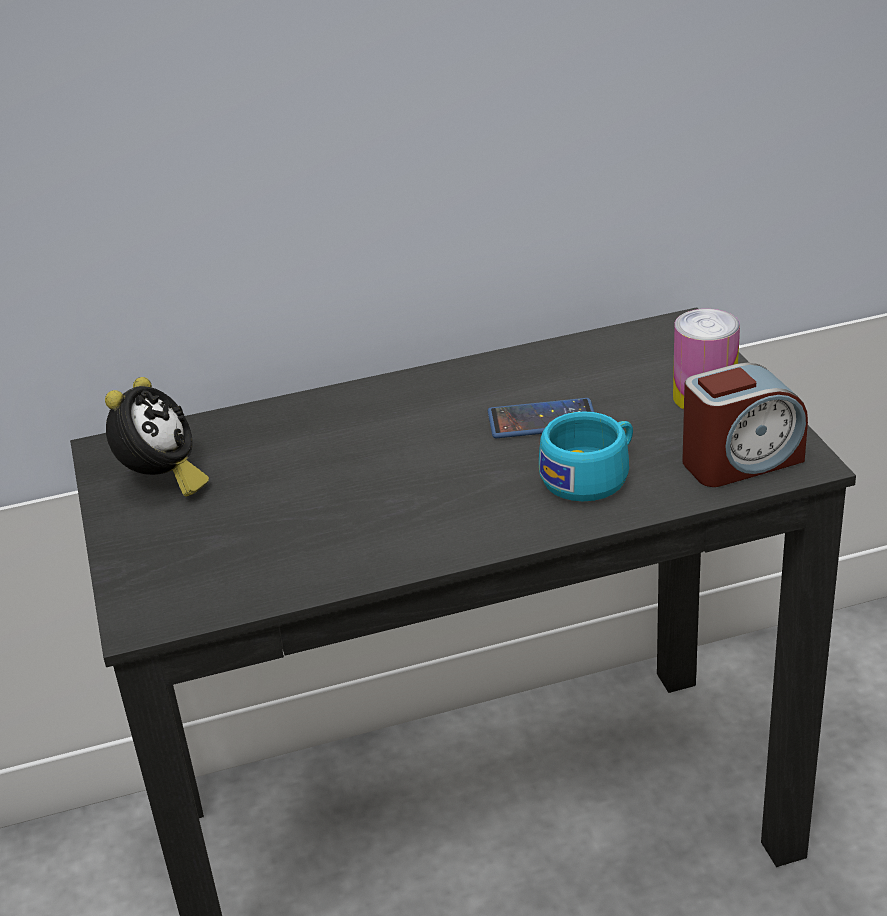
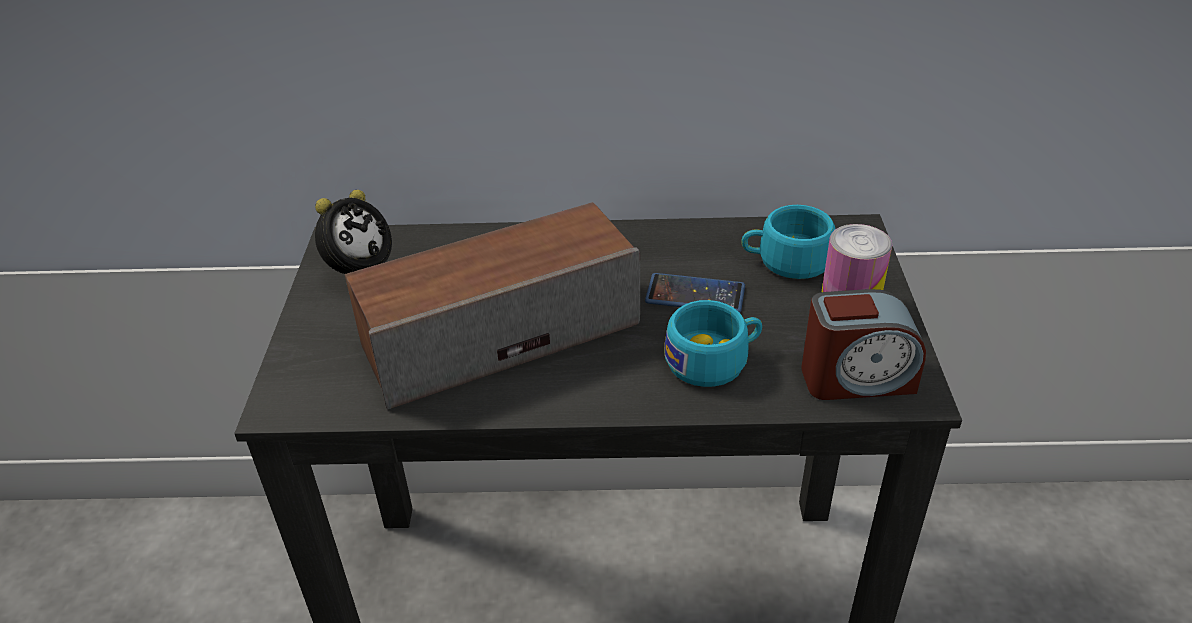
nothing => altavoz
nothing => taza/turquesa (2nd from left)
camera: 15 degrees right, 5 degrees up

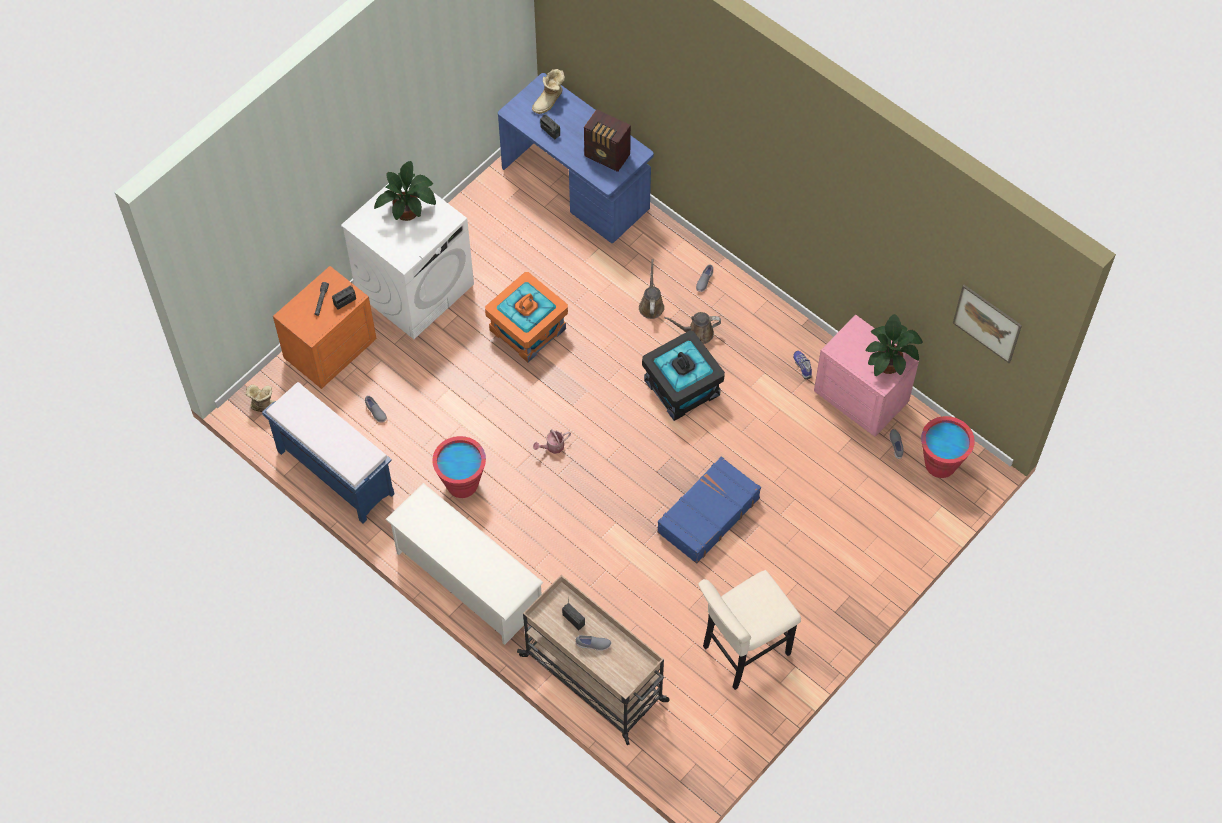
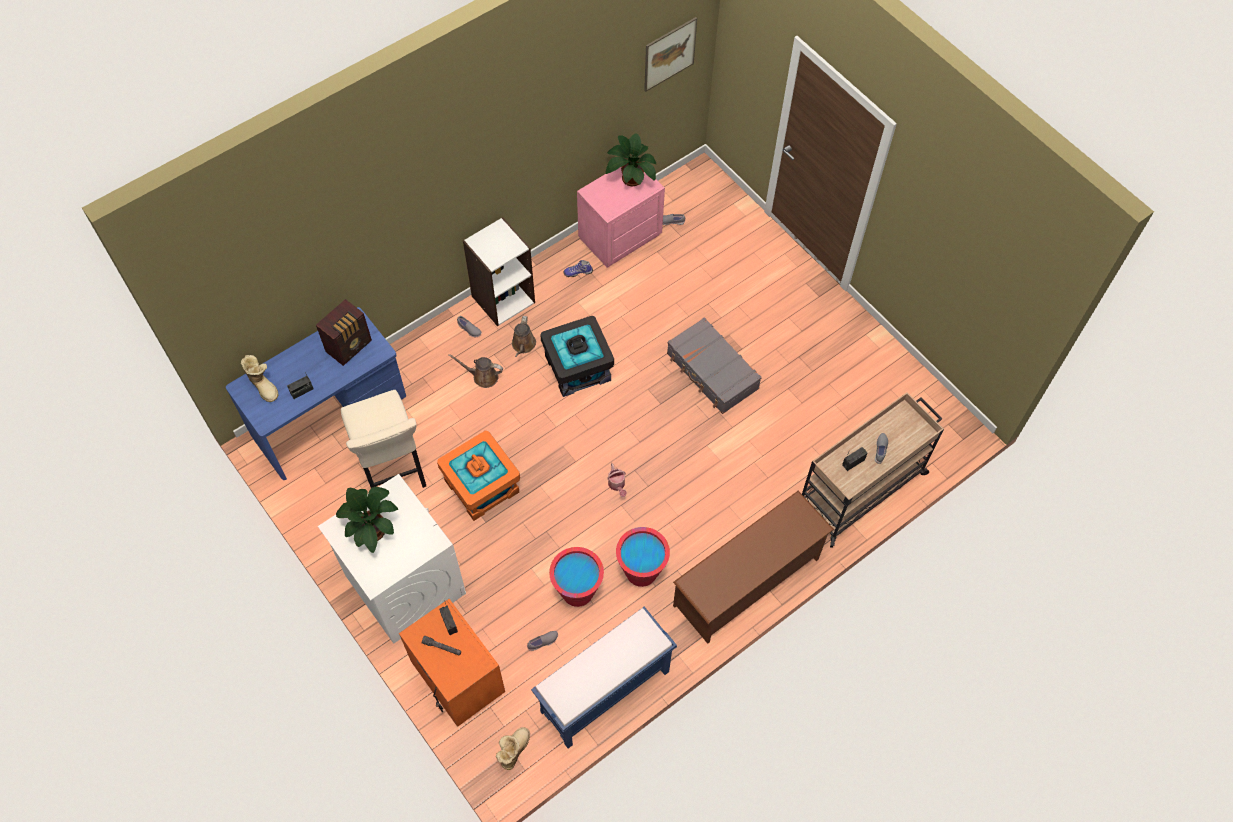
taburete/beis, move
nothing => estantería/blanco
cubo/rojo (2nd from left in the first image) => cubo/rojo (1st from left), move
maleta/azul => maleta/gris
zapatero/blanco => zapatero/marrón
camera: 80 degrees left, 0 degrees up

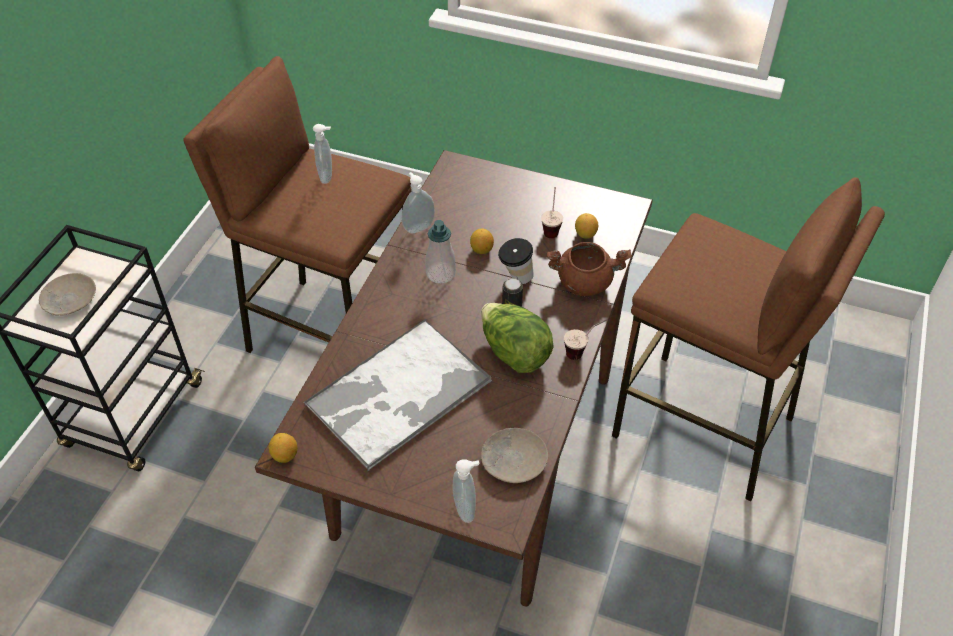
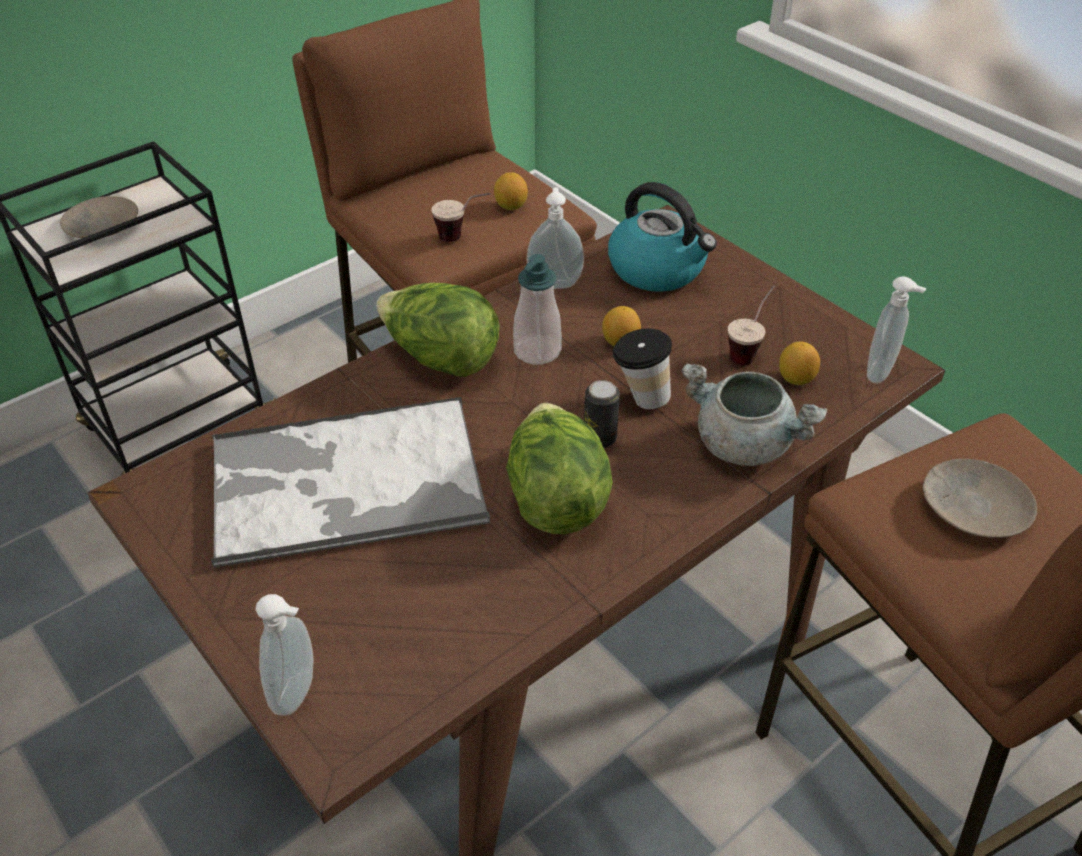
nothing => lechuga (1st from left)
taza (3rd from left in the first image) => taza (1st from left), move
limón (1st from left), move
nothing => hervidor
olla/marrón => olla/gris
dispensador de jabón (1st from left in the first image) => dispensador de jabón (4th from left), move
plato/beis (2nd from left), move
camera: 30 degrees right, 5 degrees down

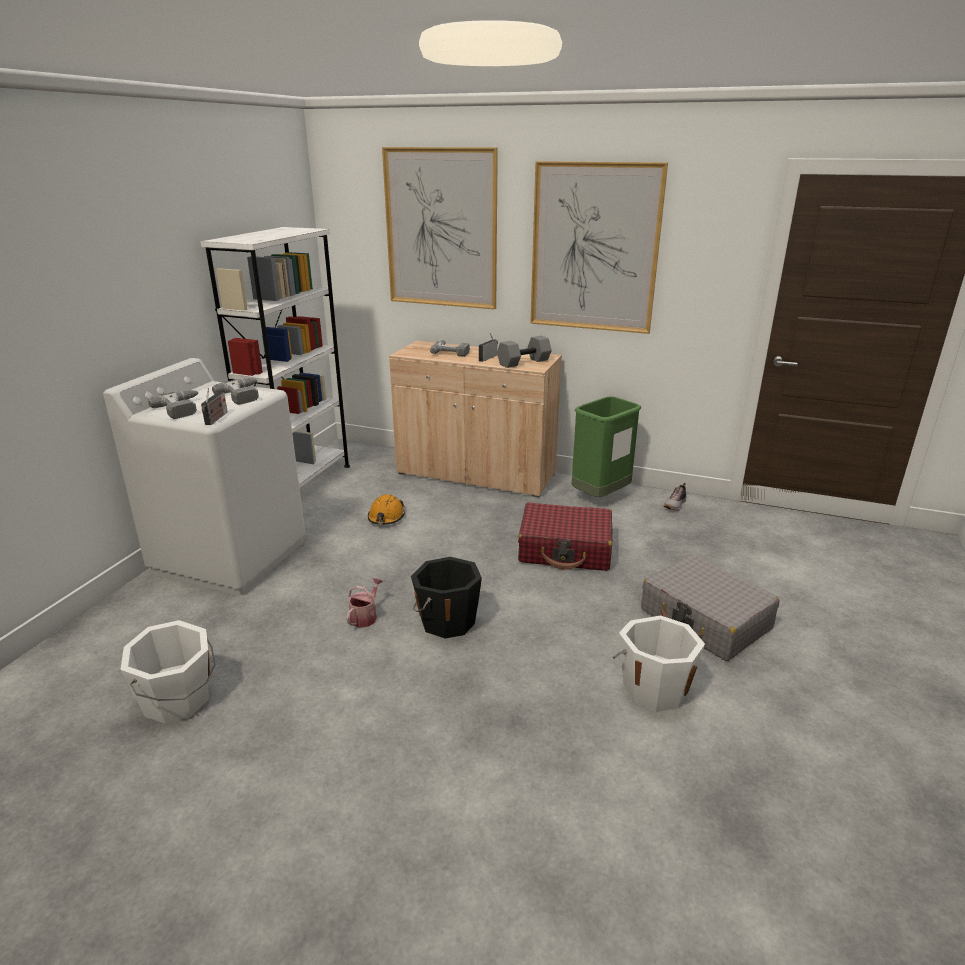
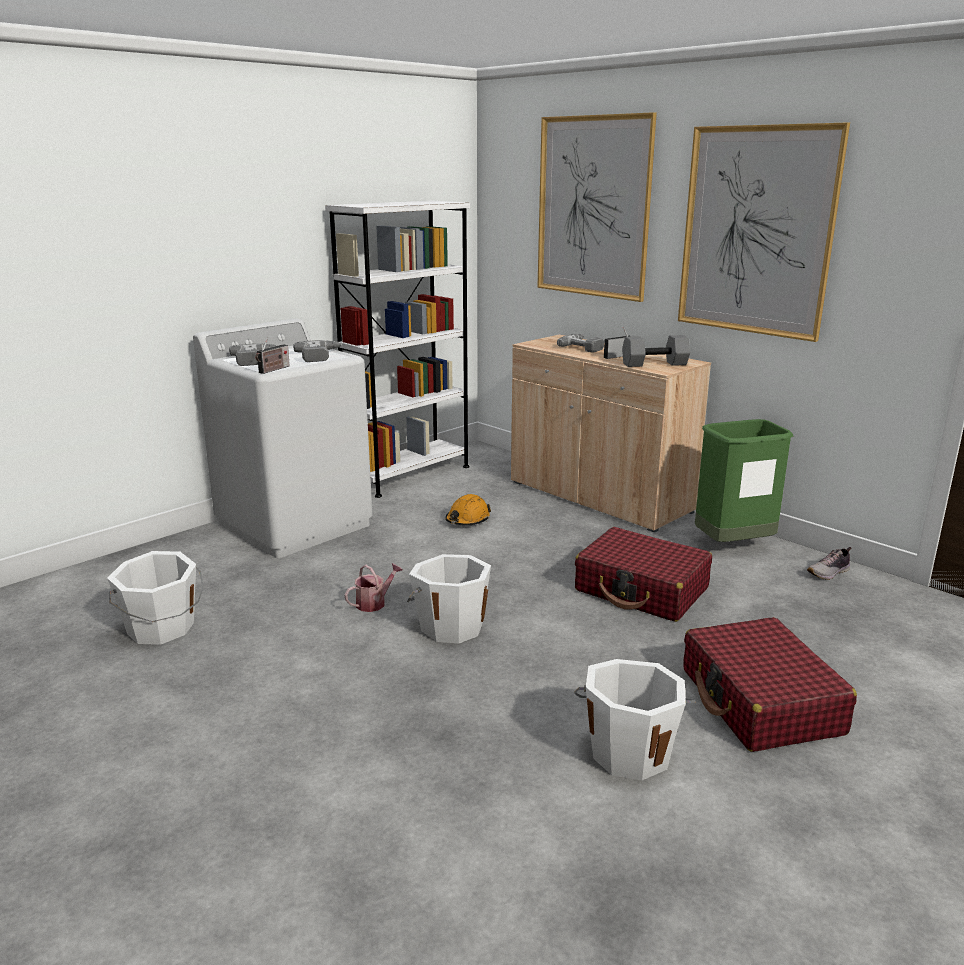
cubo/negro => cubo/blanco (2nd from left)
maleta/gris => maleta/rojo (2nd from left)
camera: 25 degrees right, 5 degrees down

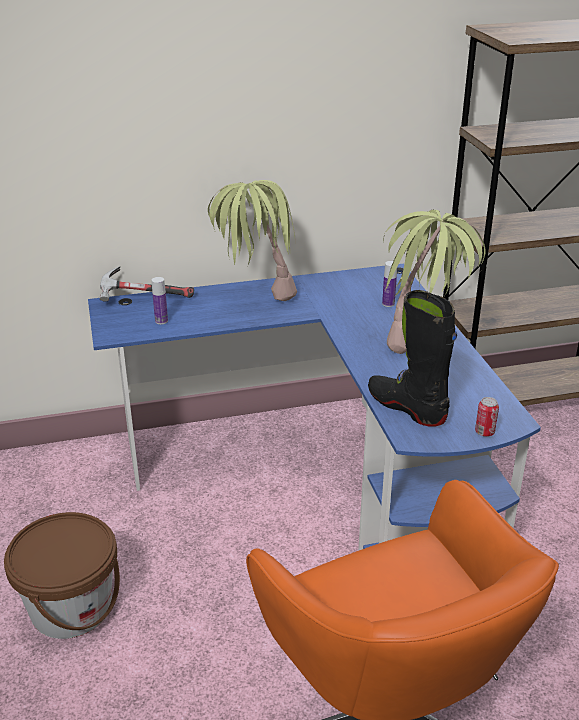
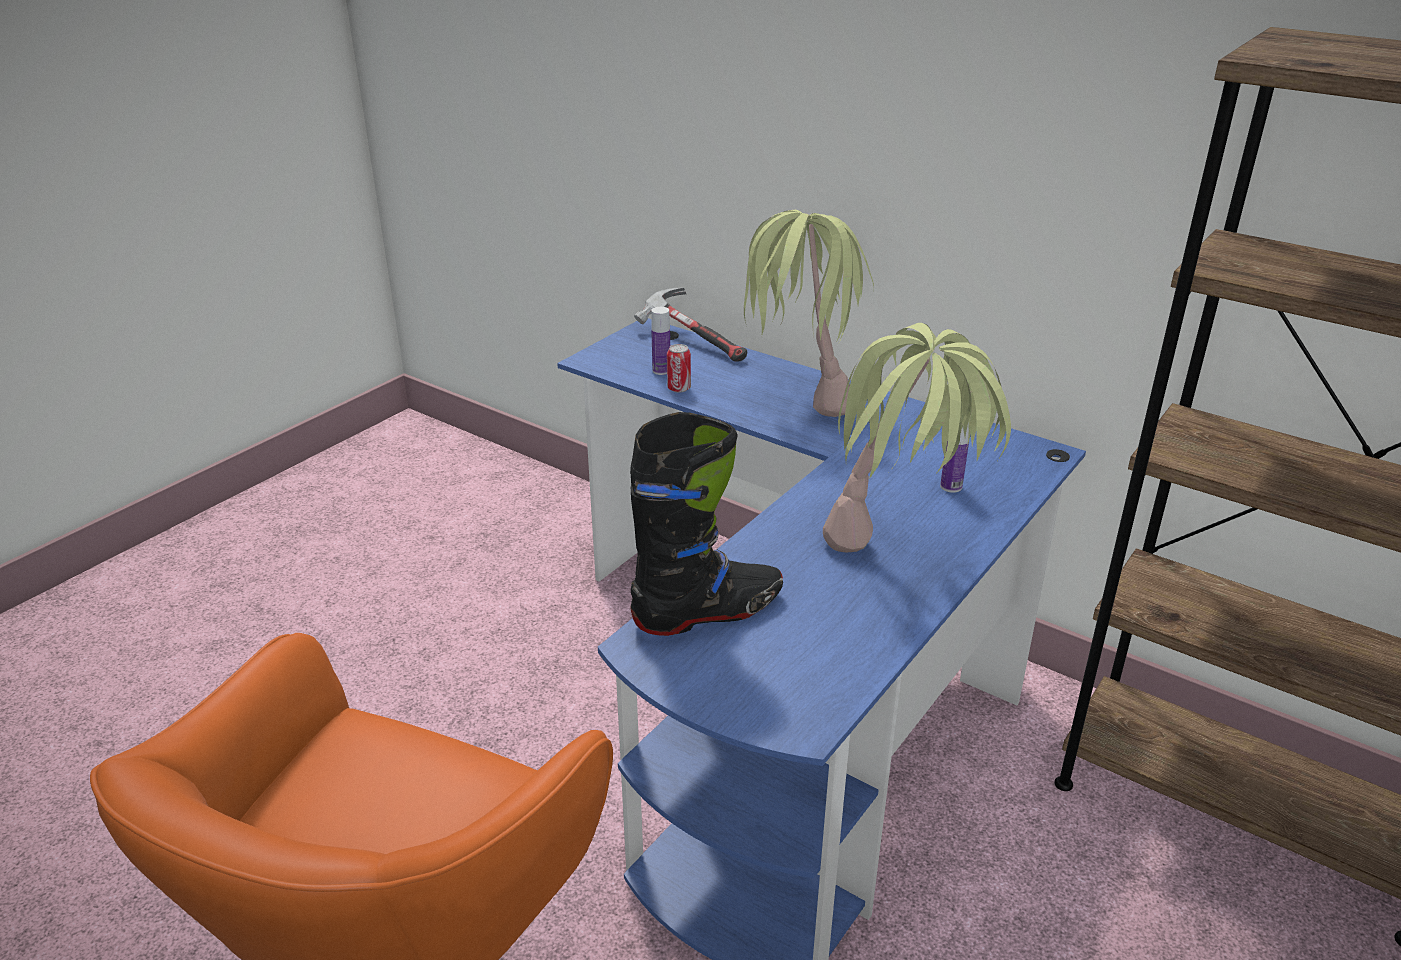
bota/negro, 60 degrees clockwise
lata, move
cubo/marrón => nothing
camera: 50 degrees right, 0 degrees up

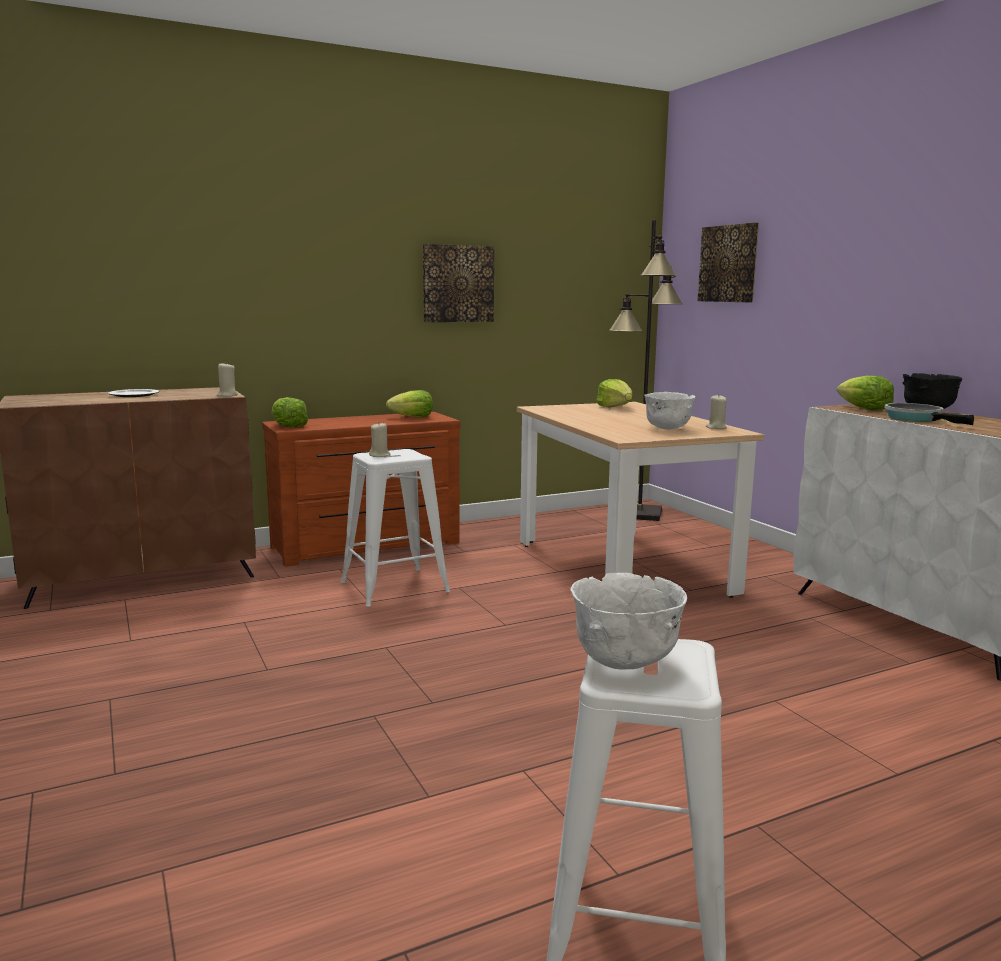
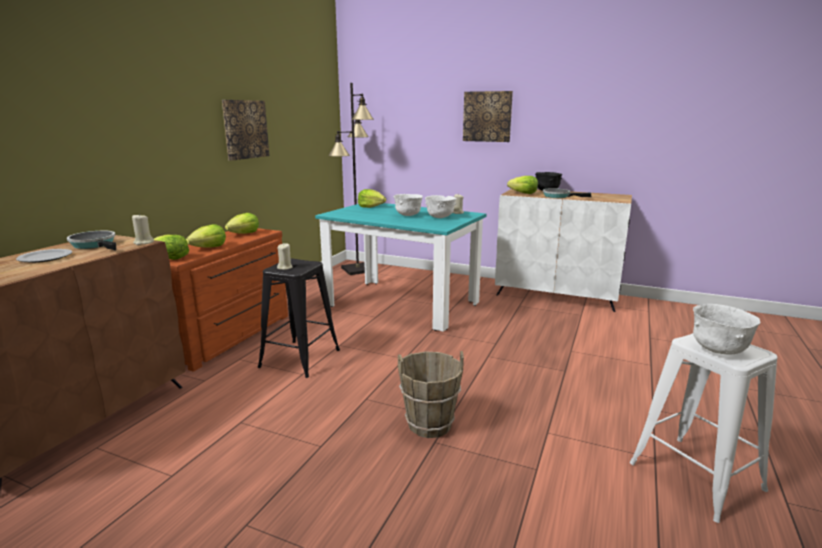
nothing => sartén (1st from left)
nothing => lechuga (2nd from left)
taburete/blanco (1st from left) => taburete/negro
mesa de comedor/beis => mesa de comedor/turquesa
nothing => cuenco/blanco (1st from left)
nothing => cubo/marrón
cuadro (2nd from left), move
camera: 40 degrees left, 5 degrees up

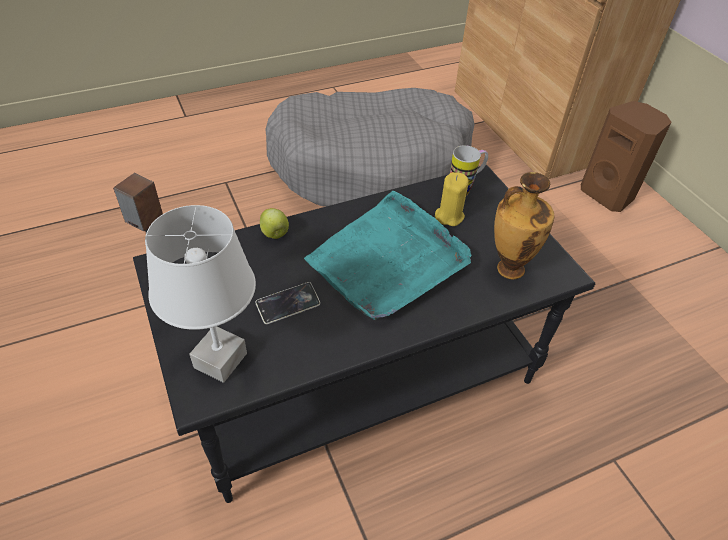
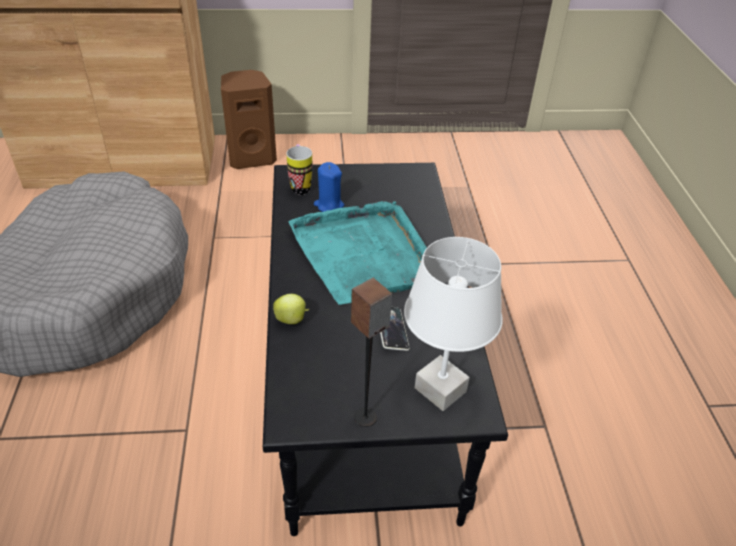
vela/amarillo => vela/azul
florero => nothing
camera: 70 degrees left, 5 degrees down

